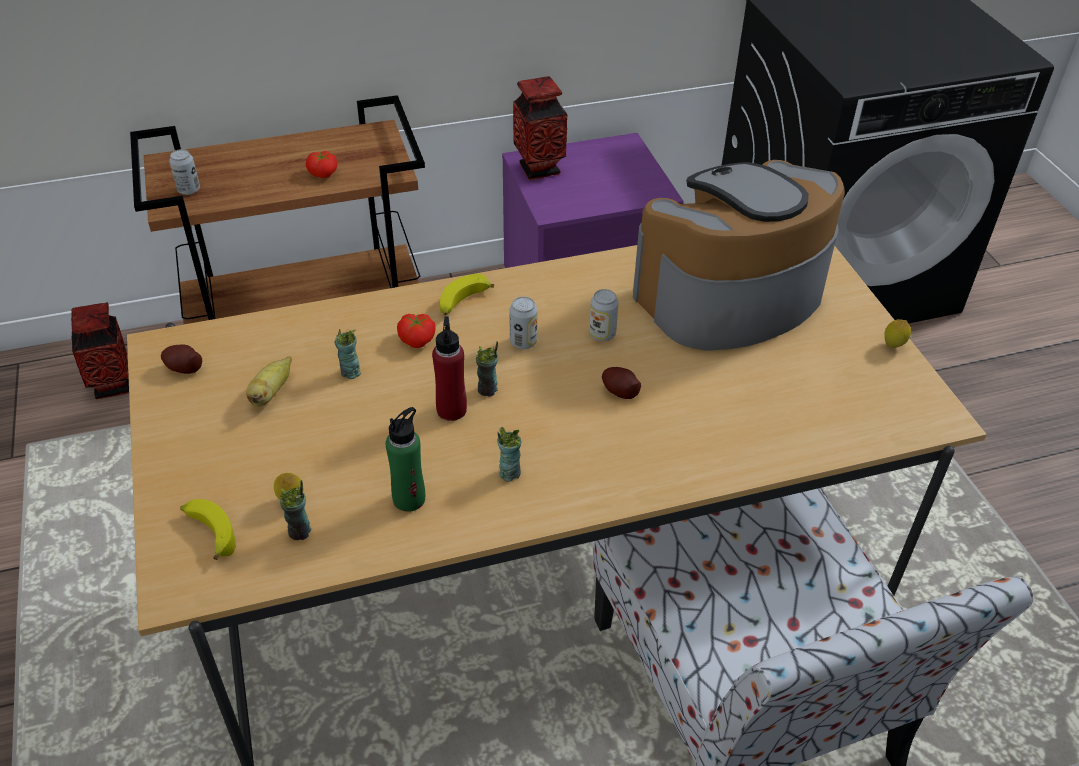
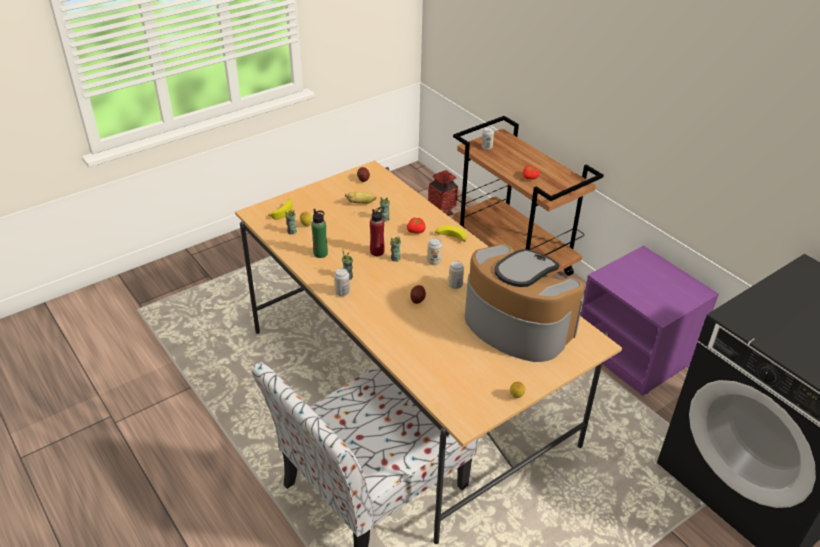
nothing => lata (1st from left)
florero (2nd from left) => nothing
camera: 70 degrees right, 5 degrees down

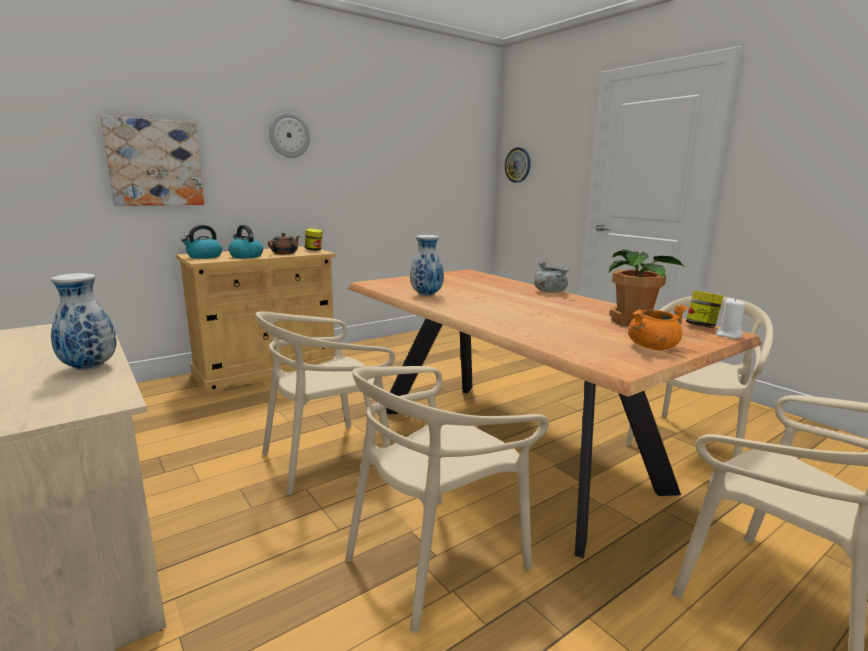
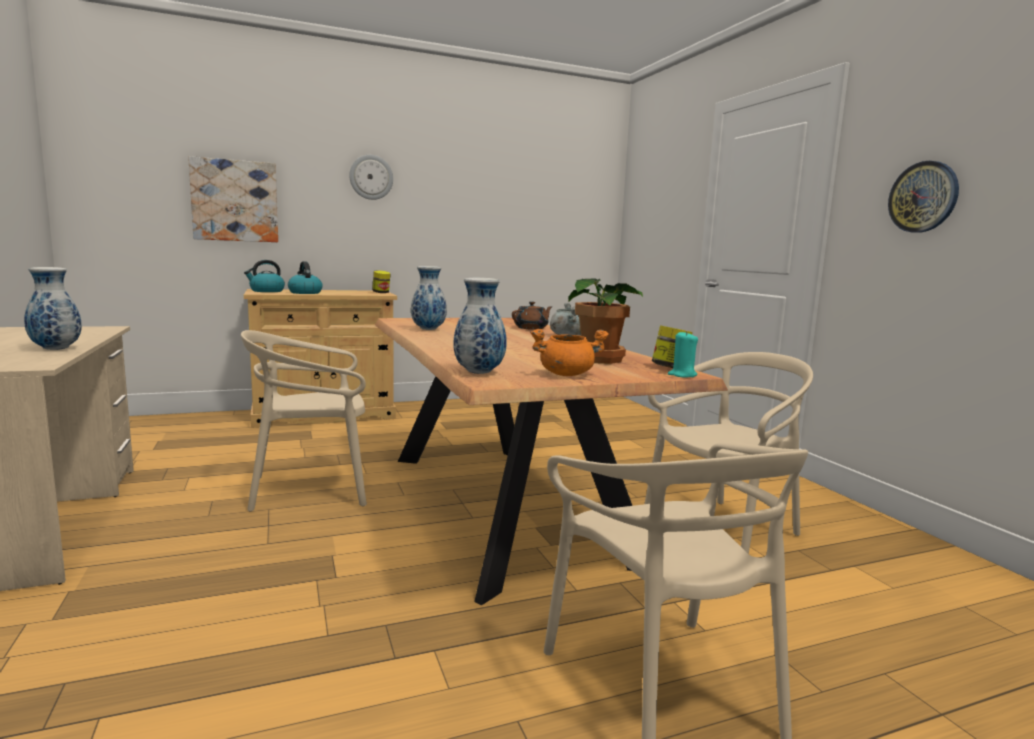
nothing => florero (3rd from left)
tetera/marrón, move
vela/blanco => vela/turquesa
reloj de pared (2nd from left), move
silla/beis (2nd from left) => nothing
camera: 15 degrees right, 5 degrees down

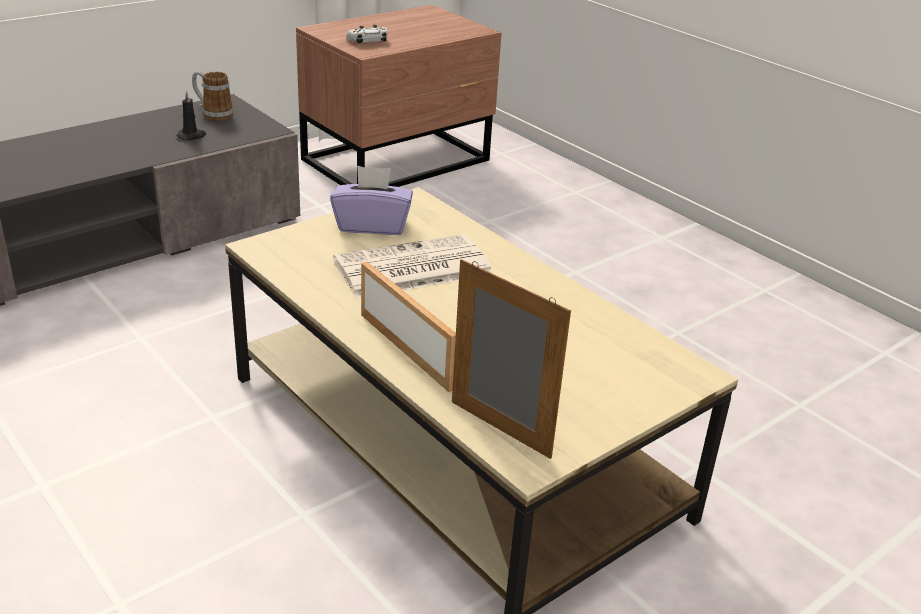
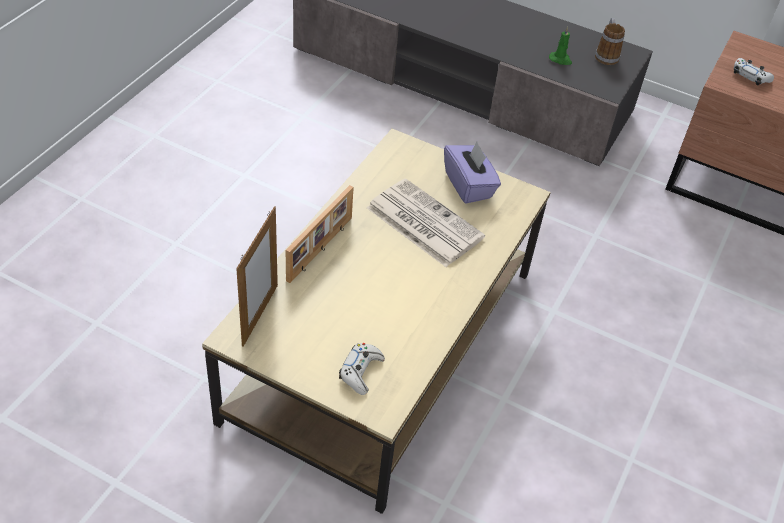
nothing => mando de consola/blanco (1st from left)
vela/negro => vela/verde
camera: 65 degrees right, 15 degrees up

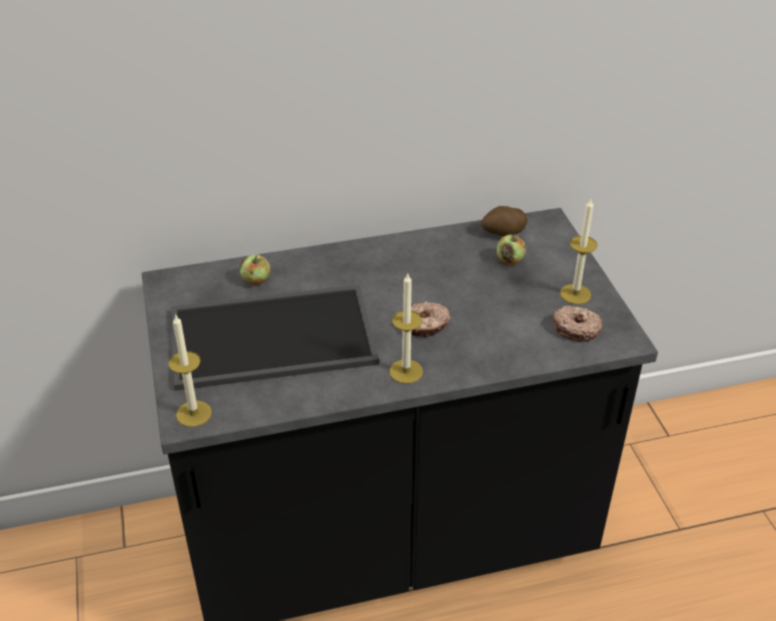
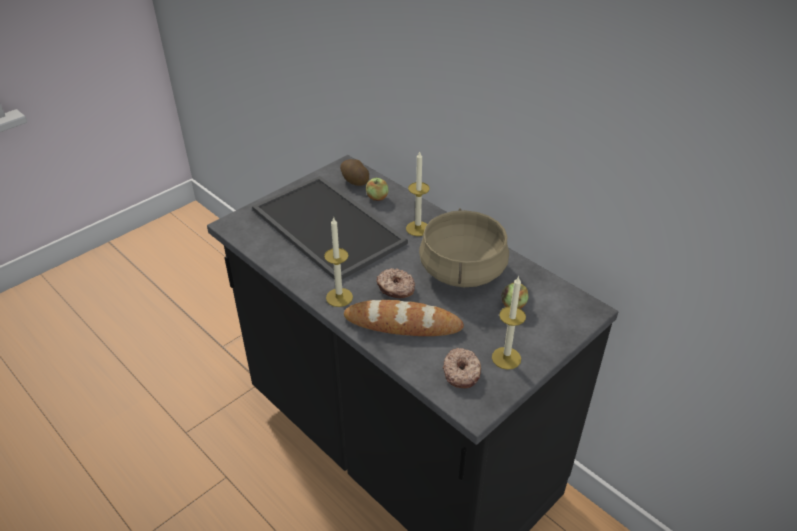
patata, move
nothing => pan
vela (1st from left in the first image) => vela (2nd from left), move
nothing => olla/beis
camera: 60 degrees right, 0 degrees up

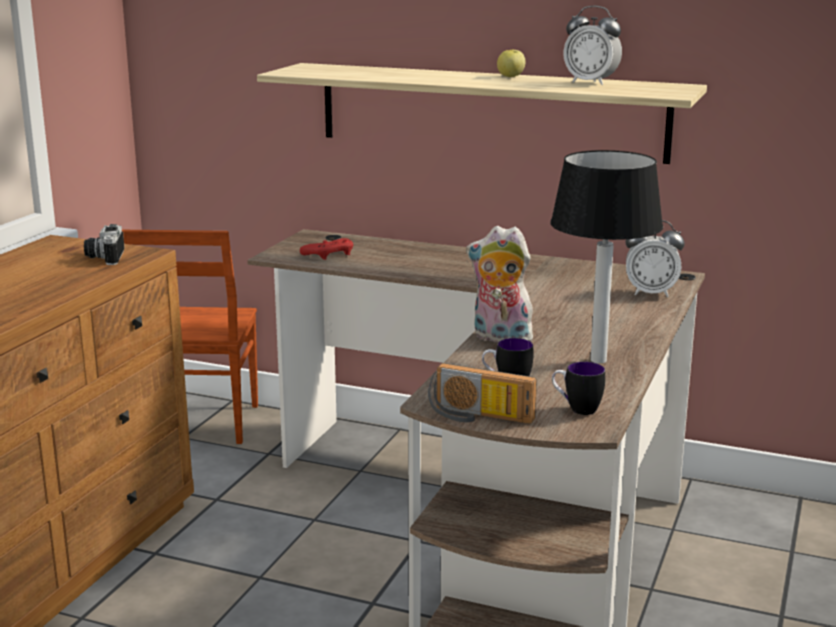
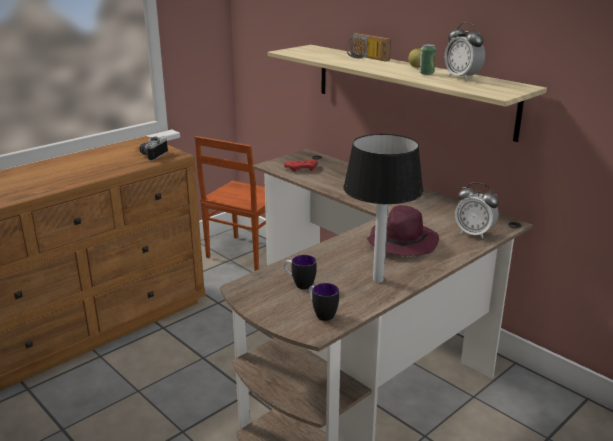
radio, move
nothing => sombrero/morado
nothing => lata
peluche => nothing
camera: 25 degrees right, 5 degrees up

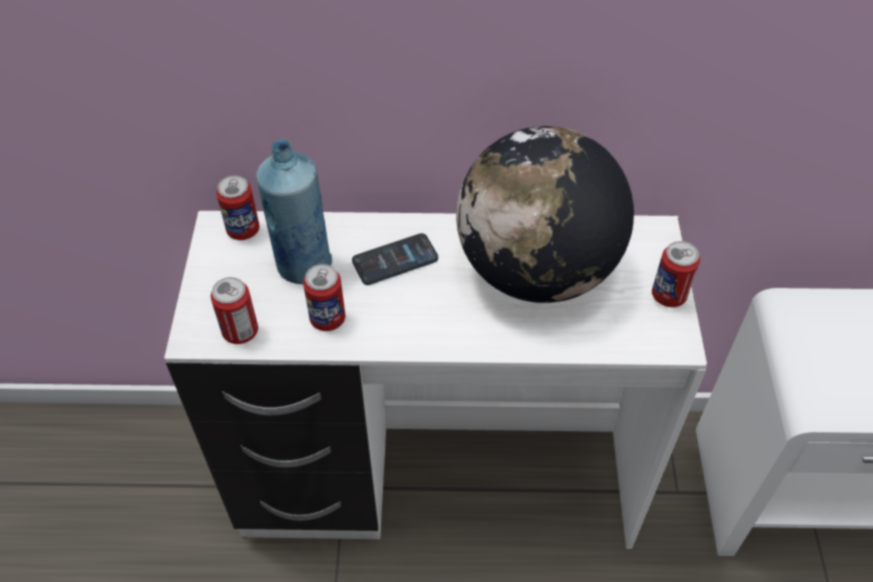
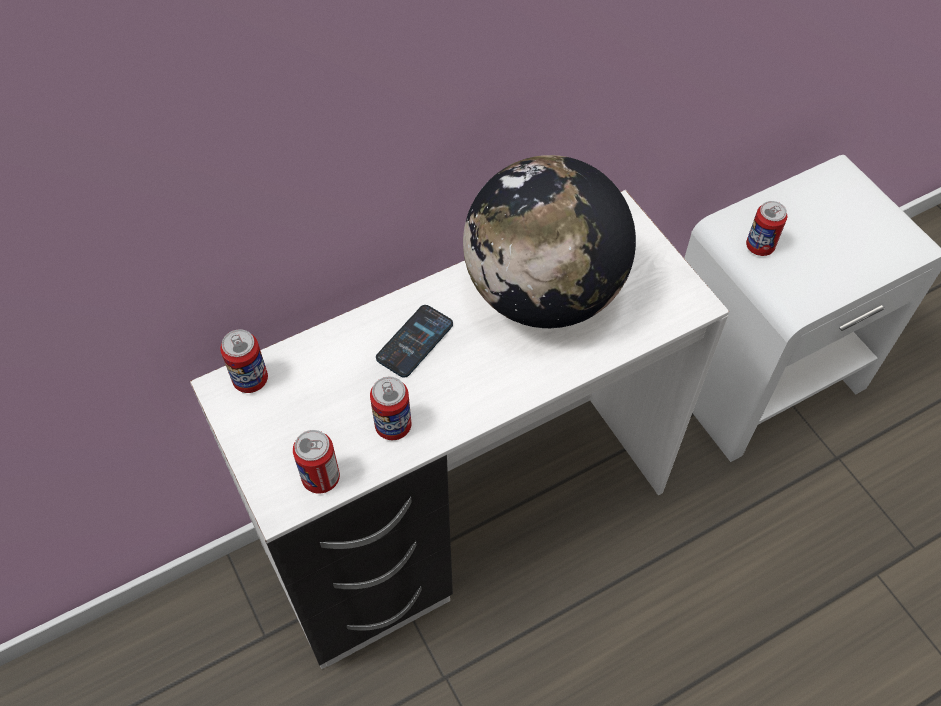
lata (4th from left), move
botella/azul => nothing
camera: 30 degrees left, 5 degrees up

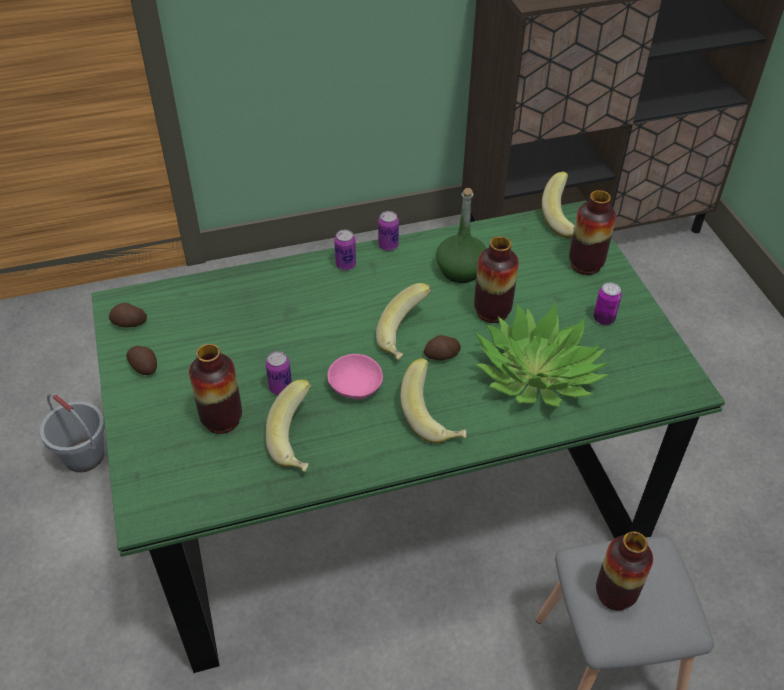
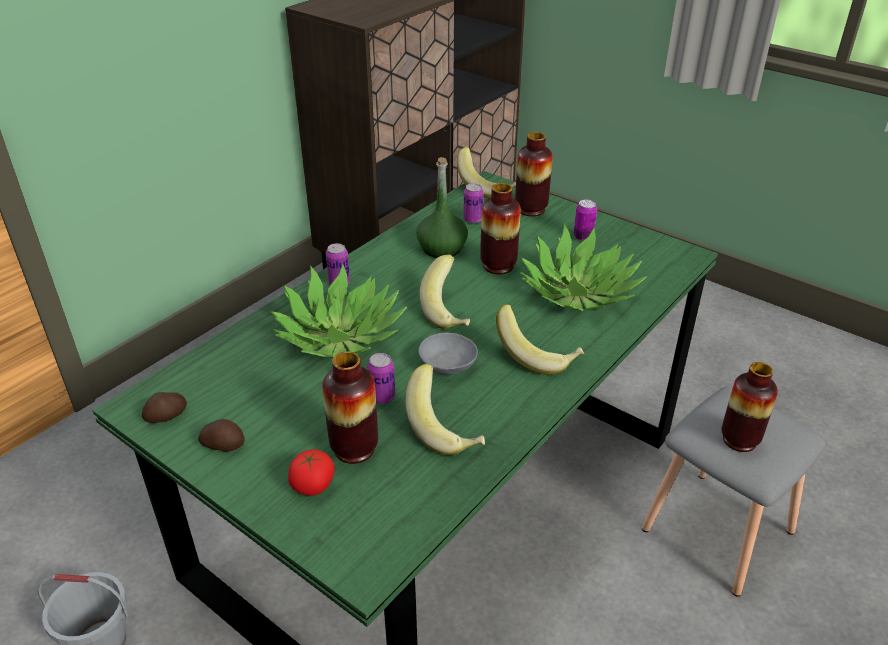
nothing => planta en maceta (1st from left)
nothing => tomate
cuenco/rosa => cuenco/gris
lata (3rd from left), move
patata (3rd from left) => nothing
camera: 35 degrees left, 10 degrees down

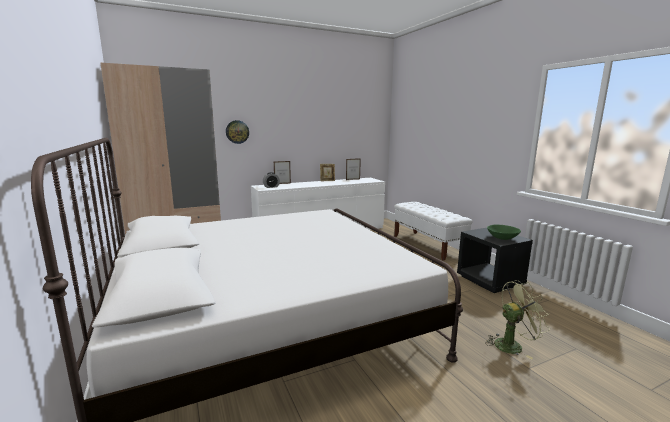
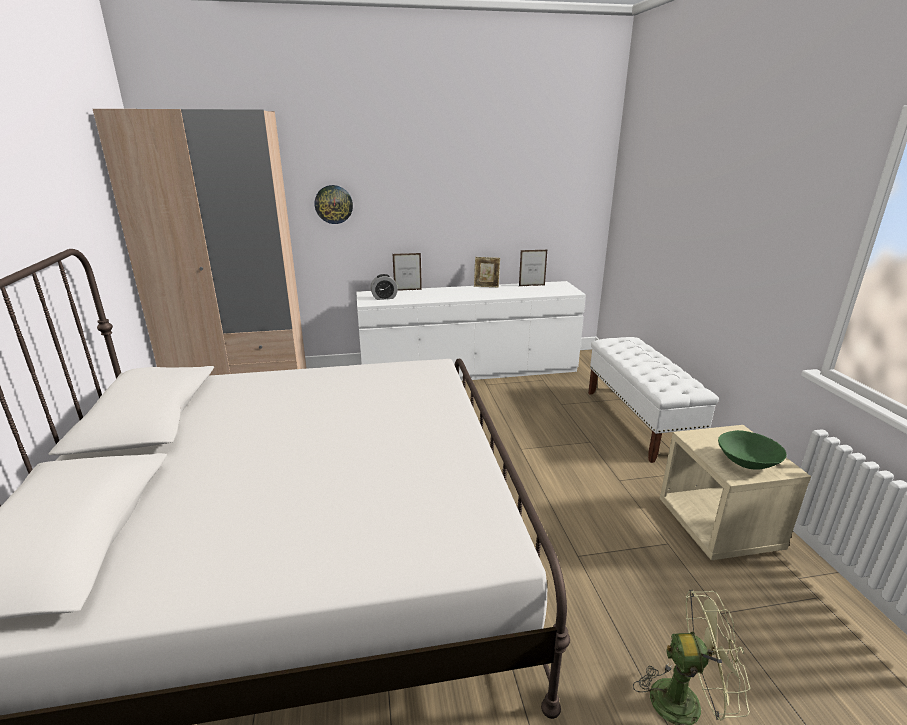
mesita de noche/negro => mesita de noche/beis
camera: 15 degrees right, 10 degrees up

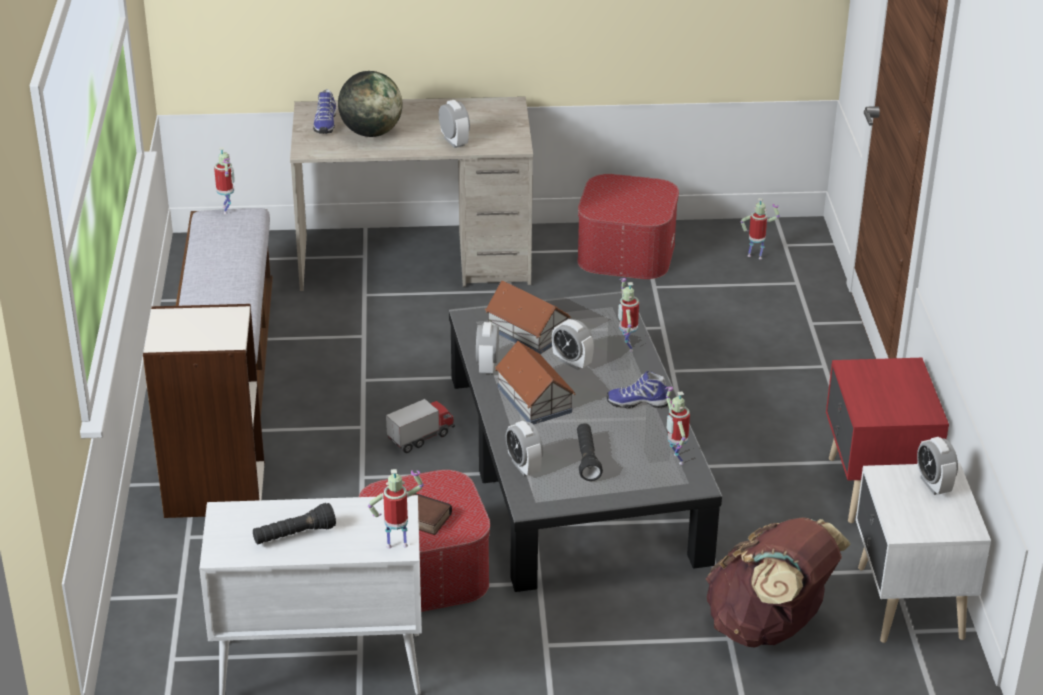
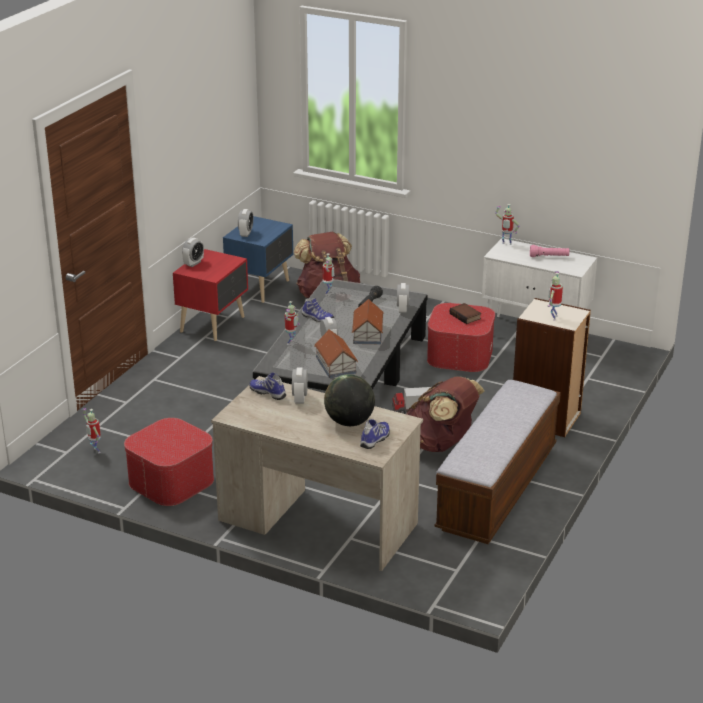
despertador (2nd from left in the first image) => despertador (1st from left), move
mesita de noche/blanco => mesita de noche/azul
nothing => zapato (1st from left)
nothing => mochila/marrón (2nd from left)
linterna/negro (1st from left) => linterna/rosa
robot de juguete (1st from left in the first image) => robot de juguete (5th from left), move
camera: 150 degrees left, 5 degrees down

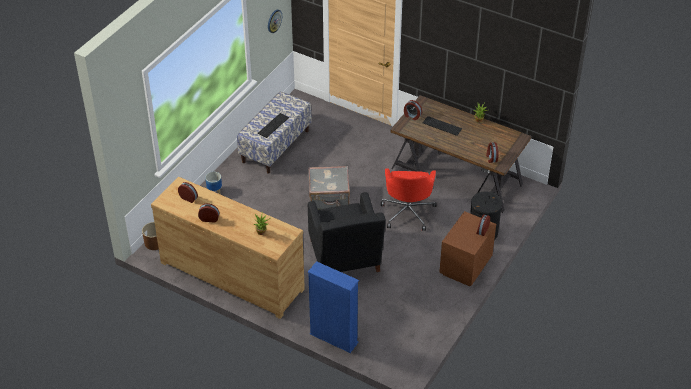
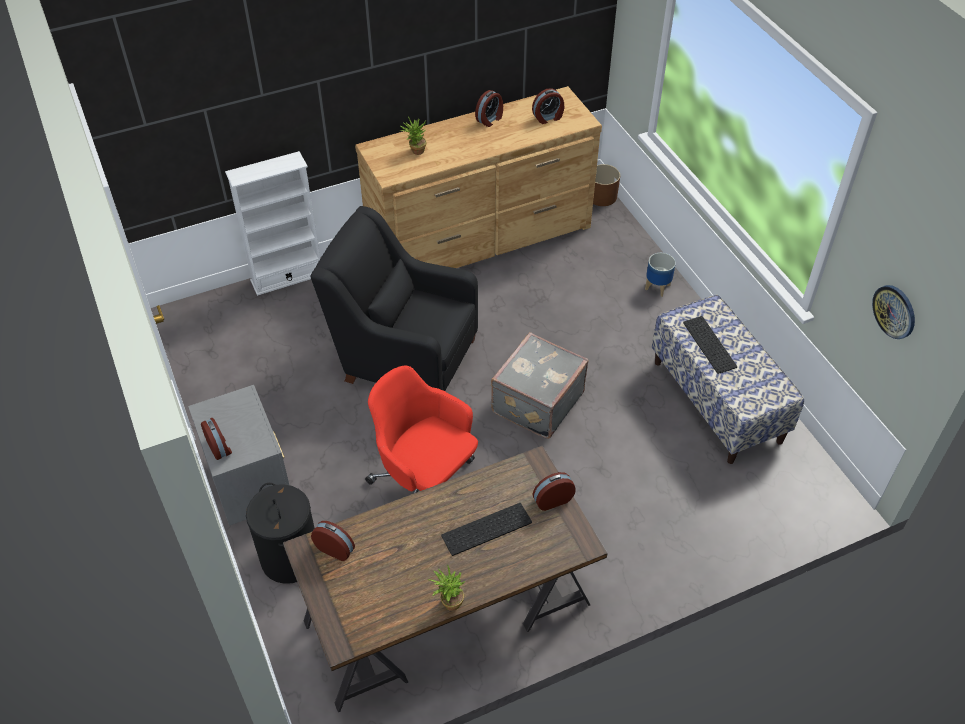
mesita de noche/marrón => mesita de noche/gris
estantería/azul => estantería/blanco
camera: 125 degrees right, 5 degrees up

